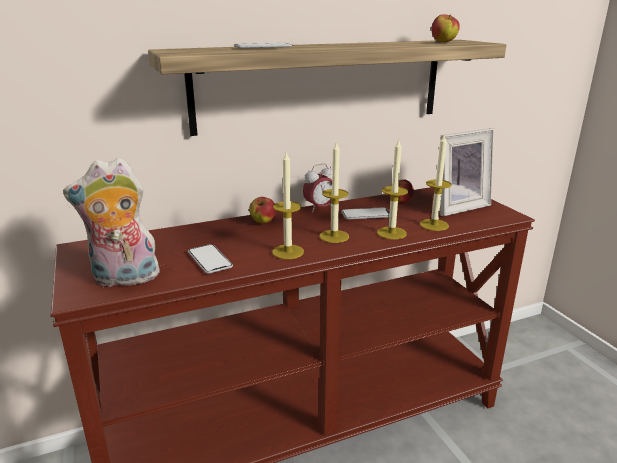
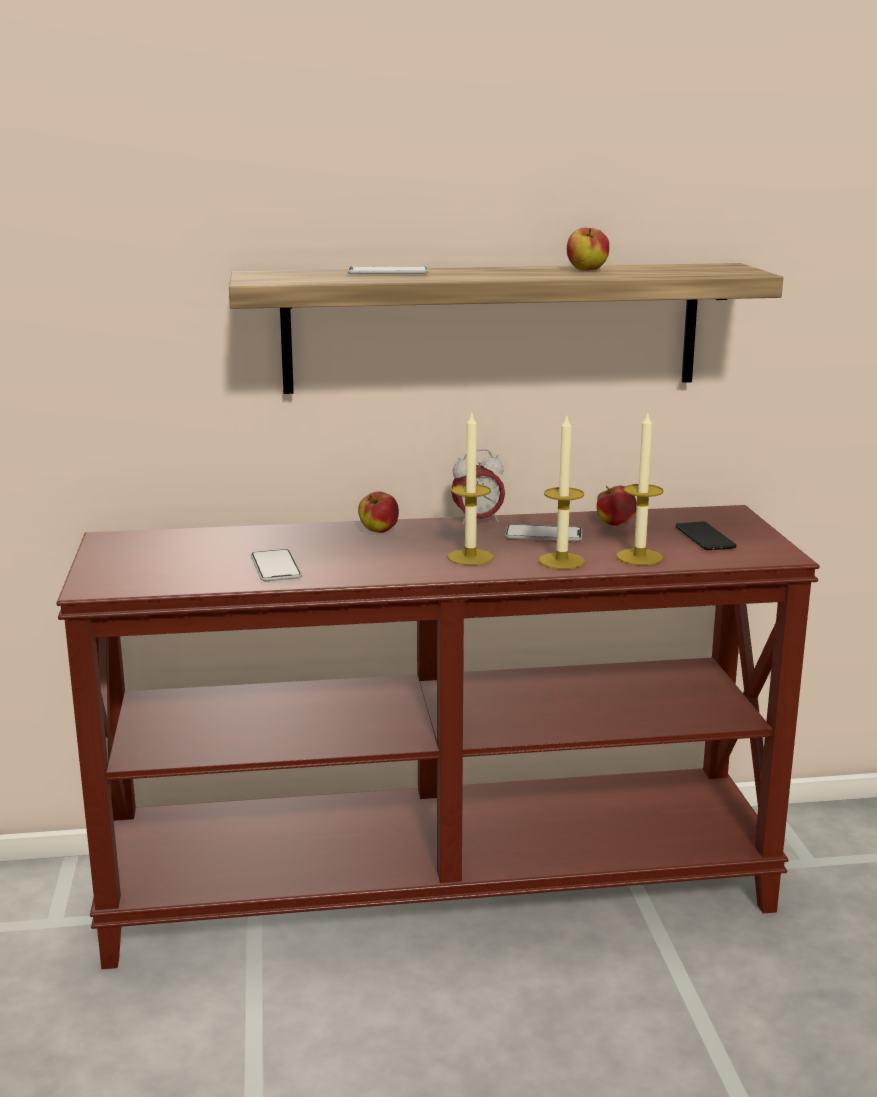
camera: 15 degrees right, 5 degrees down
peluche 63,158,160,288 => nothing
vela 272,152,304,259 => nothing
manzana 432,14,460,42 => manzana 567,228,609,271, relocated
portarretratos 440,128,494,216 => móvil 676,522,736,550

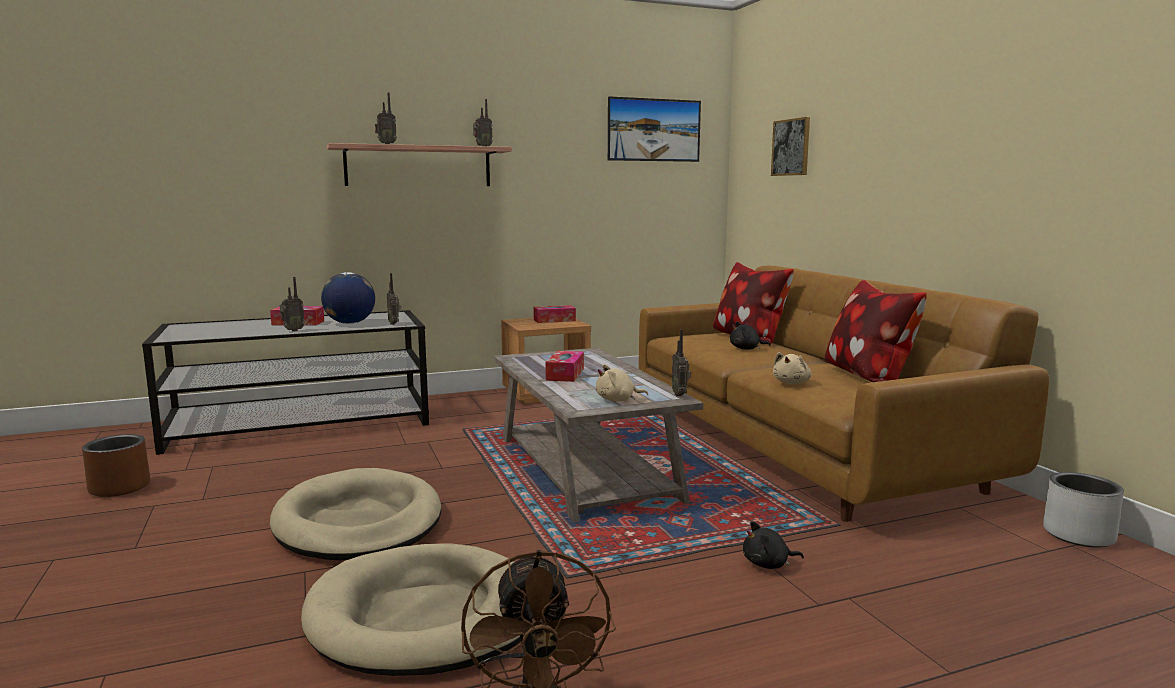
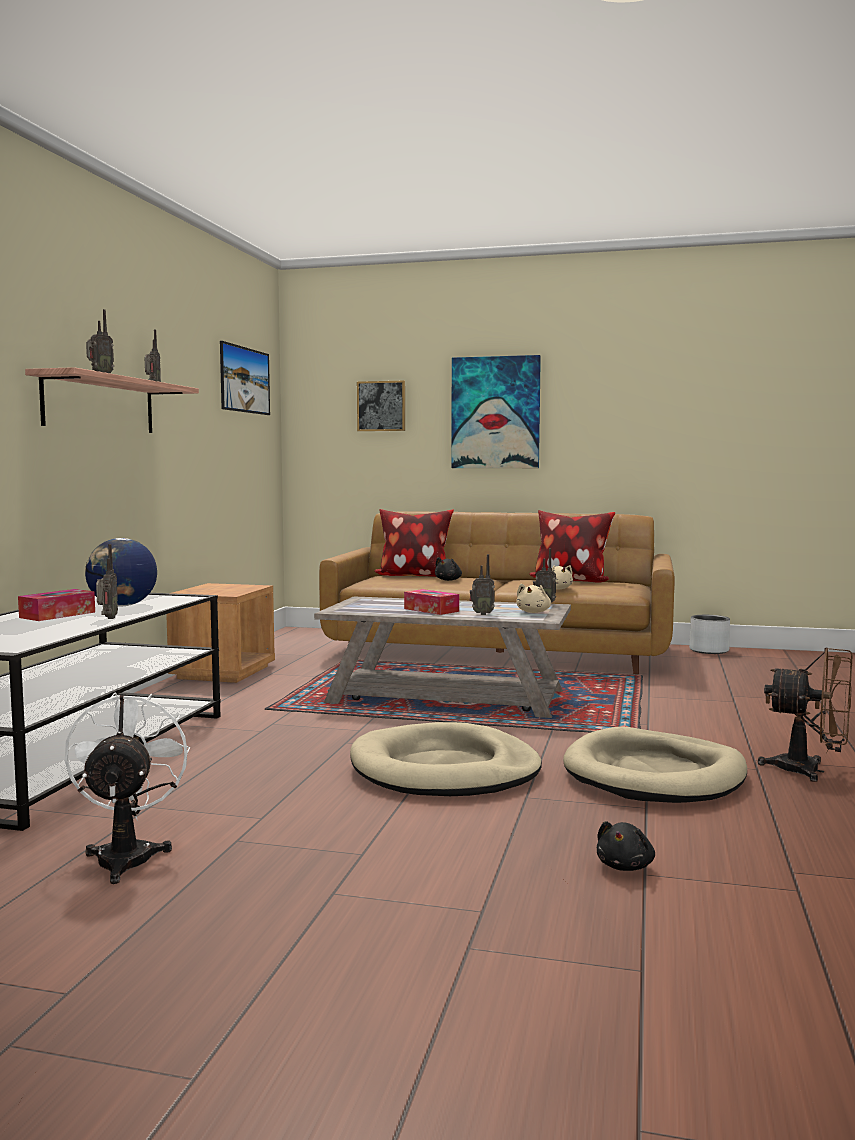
camera: 55 degrees left, 5 degrees down
maceta/marrón 82,434,150,497 => ventilador/blanco 65,693,190,884
radio 387,273,401,325 => radio 470,554,495,615, relocated
caja de pañuelos 533,305,576,323 => nothing
peluche/negro 743,521,804,569 => peluche/negro 597,821,655,871, relocated
nothing => cuadro 451,355,541,468

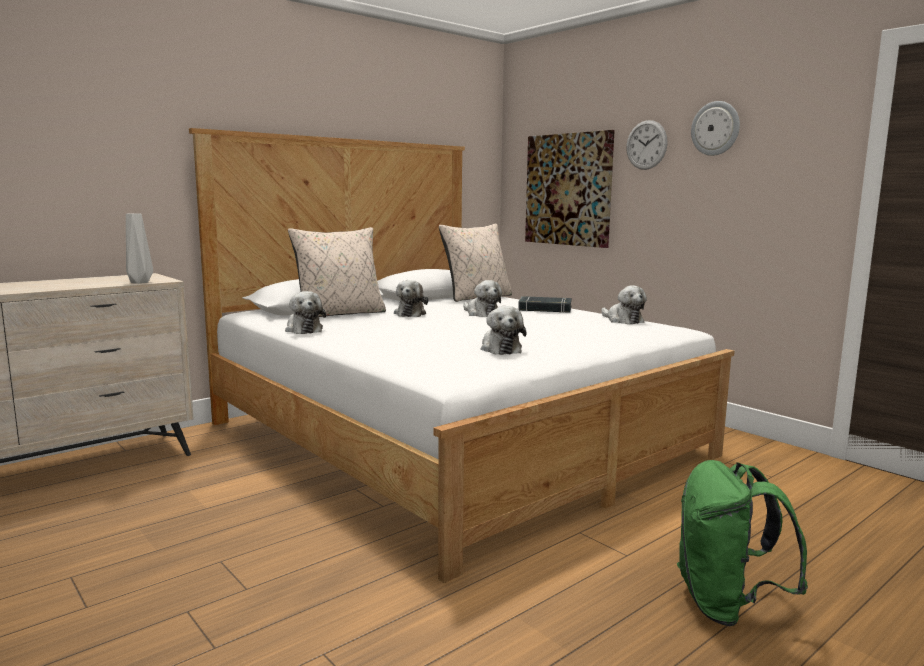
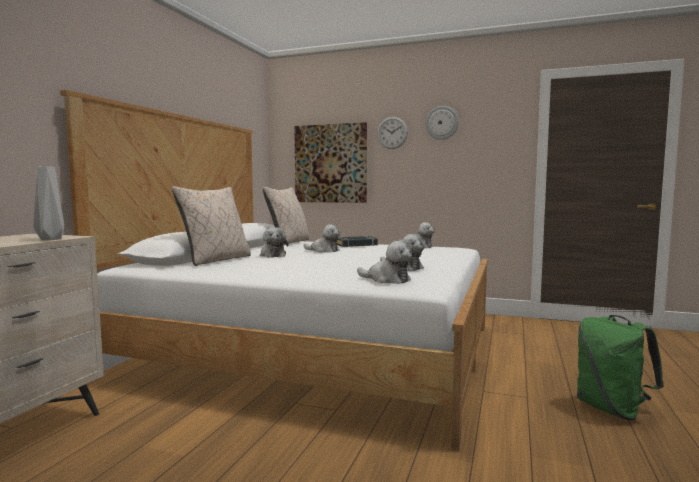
camera: 30 degrees left, 5 degrees down
peluche 285,291,326,334 => peluche 357,241,412,284, relocated

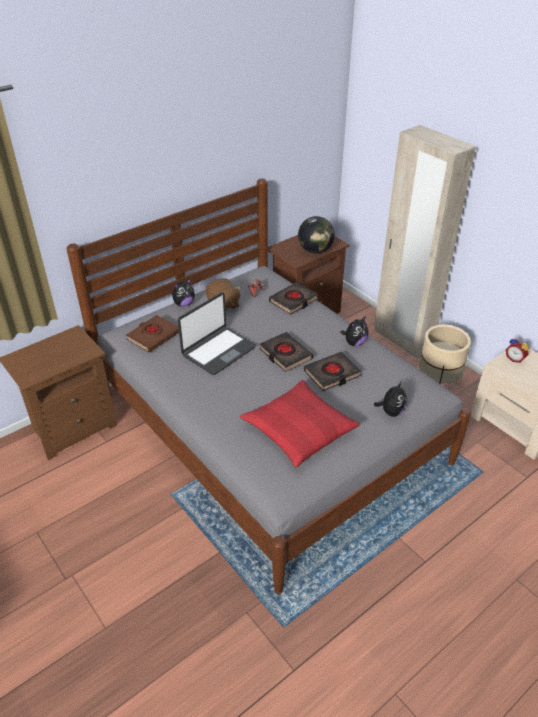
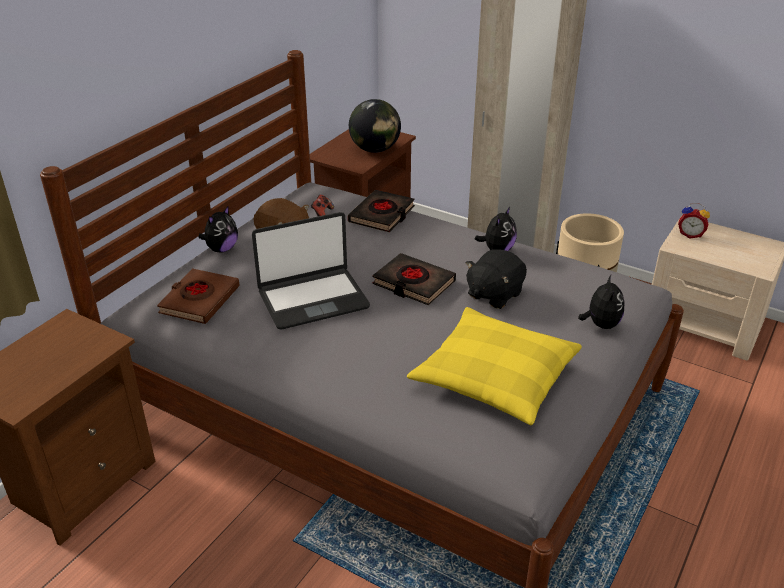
camera: 20 degrees left, 5 degrees down
portátil 178,292,256,375 => portátil 252,212,370,329, 45 degrees clockwise
cojín/rojo 240,380,360,467 => cojín/amarillo 407,307,582,425
libro/negro 304,352,361,391 => peluche/negro 466,249,527,309

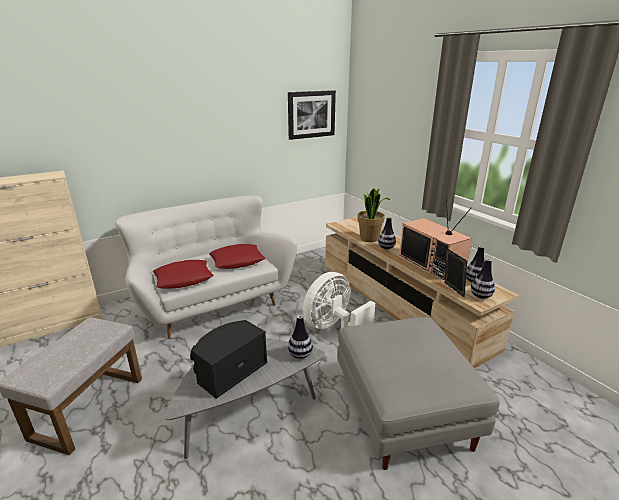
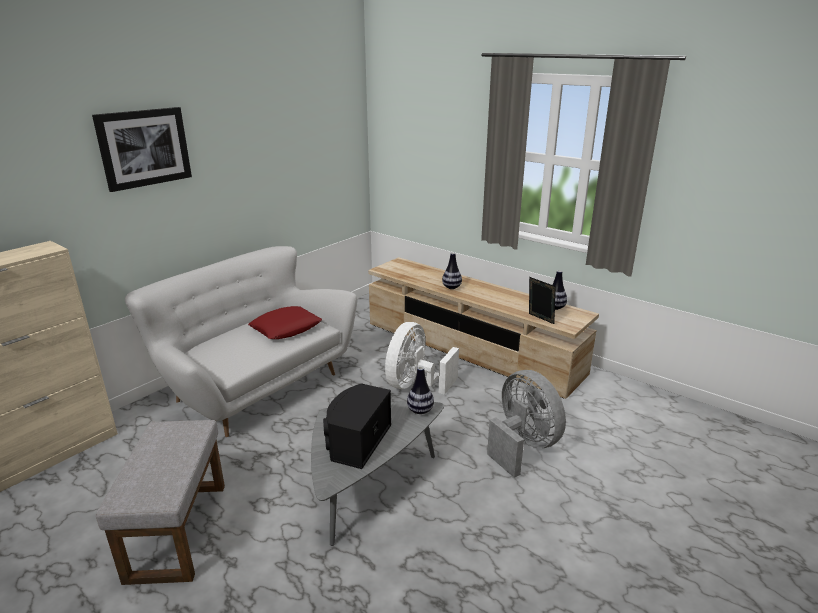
camera: 20 degrees left, 0 degrees up
cojín/rojo 153,260,213,289 => nothing
cuadro 288,90,336,140 => cuadro 92,107,192,192, relocated
puf/gris 337,317,500,470 => ventilador/gris 487,370,566,478
planta en maceta 357,188,390,242 => nothing
televisor 400,195,472,280 => nothing
florero 471,258,495,299 => nothing

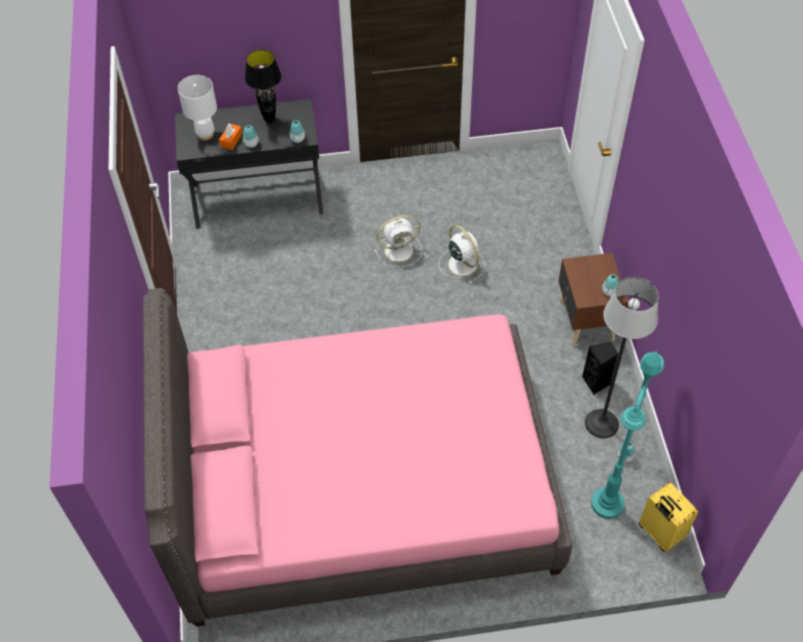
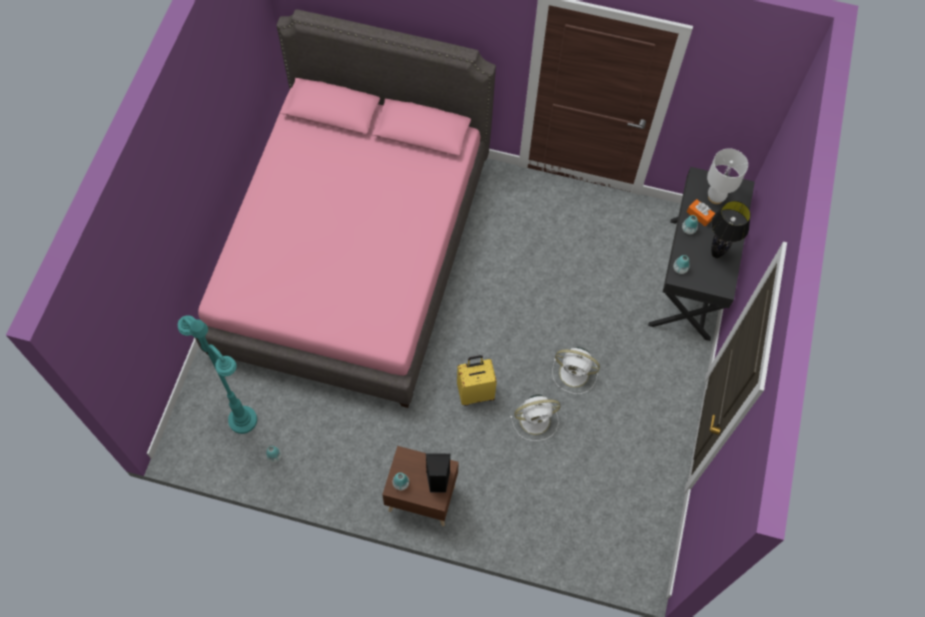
camera: 110 degrees right, 10 degrees up
ventilador/blanco 374,215,422,267 => ventilador/blanco 552,347,600,394, 75 degrees counterclockwise
altavoz/negro 582,342,618,395 => altavoz/negro 425,453,451,492, relocated
lámpara de pie 585,277,658,438 => nothing
maleta/amarillo 639,482,698,551 => maleta/amarillo 457,355,497,405, relocated

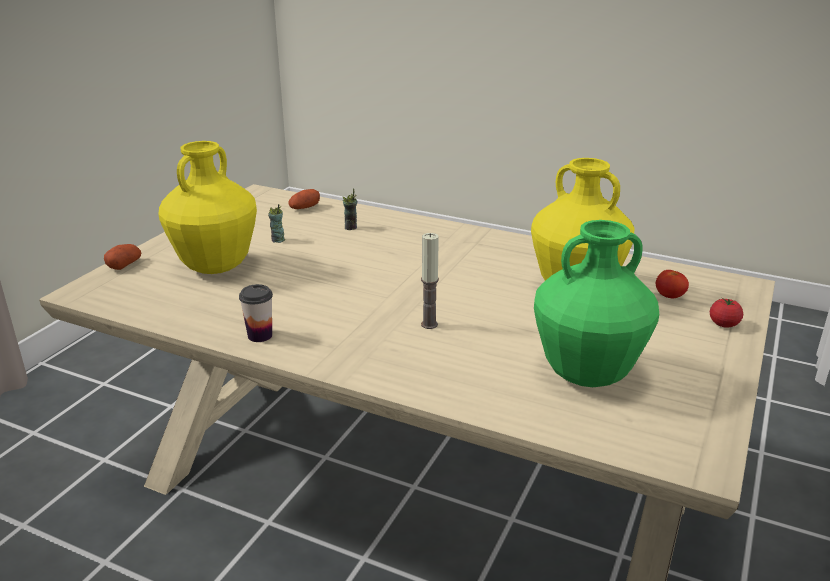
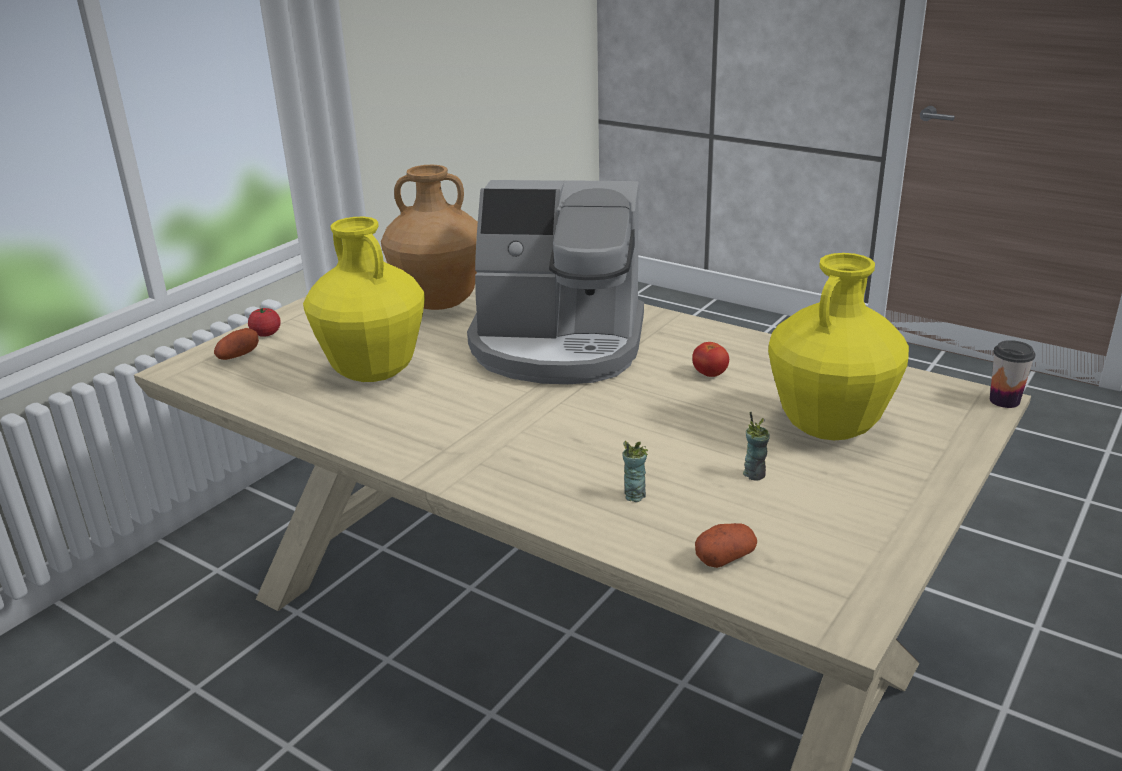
camera: 170 degrees left, 0 degrees up
patata 104,244,141,270 => patata 214,328,259,360, relocated
taza 239,284,273,342 => taza 990,340,1035,408, relocated
vela 421,233,439,329 => cafetera 467,180,644,384
florero/verde 534,220,659,387 => florero/marrón 381,165,478,310
tomate 656,270,689,298 => tomate 692,342,729,377, relocated

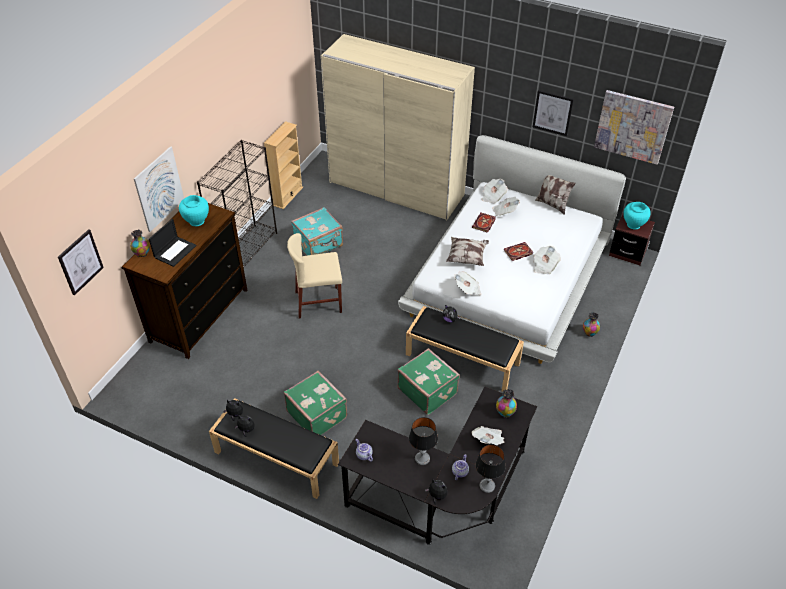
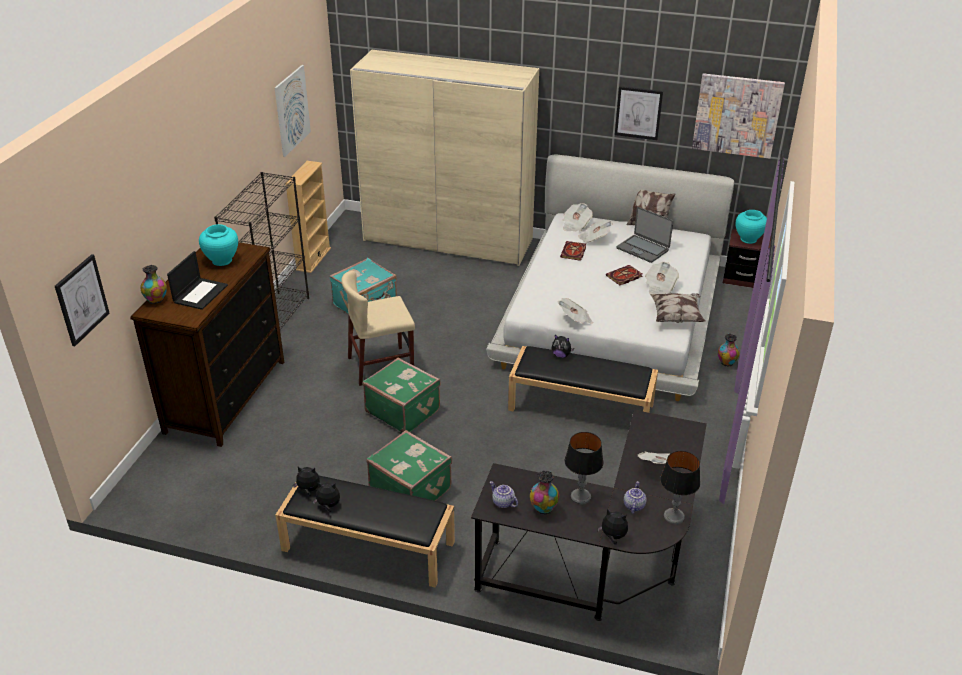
camera: 10 degrees left, 10 degrees down
cuadro 134,146,184,232 => cuadro 275,65,311,157, relocated
maleta/verde 398,348,460,415 => maleta/verde 363,358,441,433, relocated
cojín 446,237,489,266 => cojín 650,293,706,323, relocated
florero 496,389,517,418 => florero 530,471,559,515, relocated
nothing => portátil 616,207,673,263

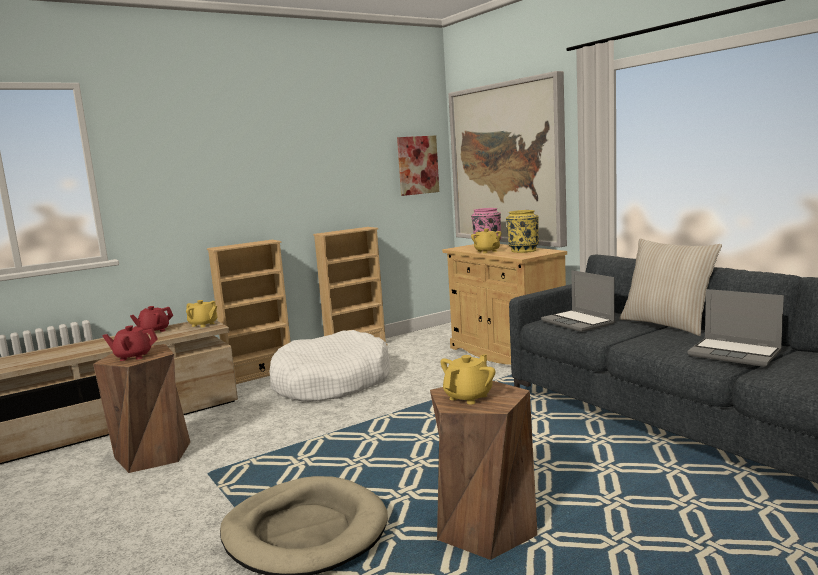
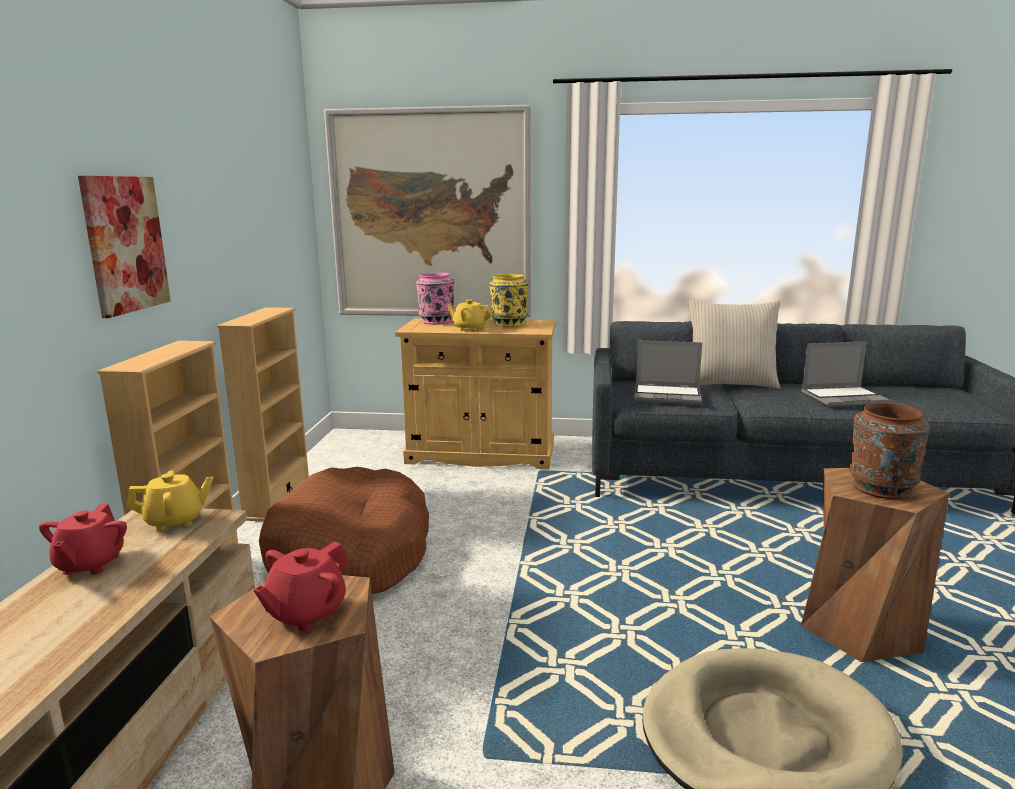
camera: 50 degrees left, 5 degrees up
cama para perro/blanco 269,330,391,402 => cama para perro/marrón 259,467,429,594
cuadro 397,136,439,196 => cuadro 78,176,171,318, relocated
tetera/amarillo 441,354,495,404 => florero/marrón 849,402,930,500

